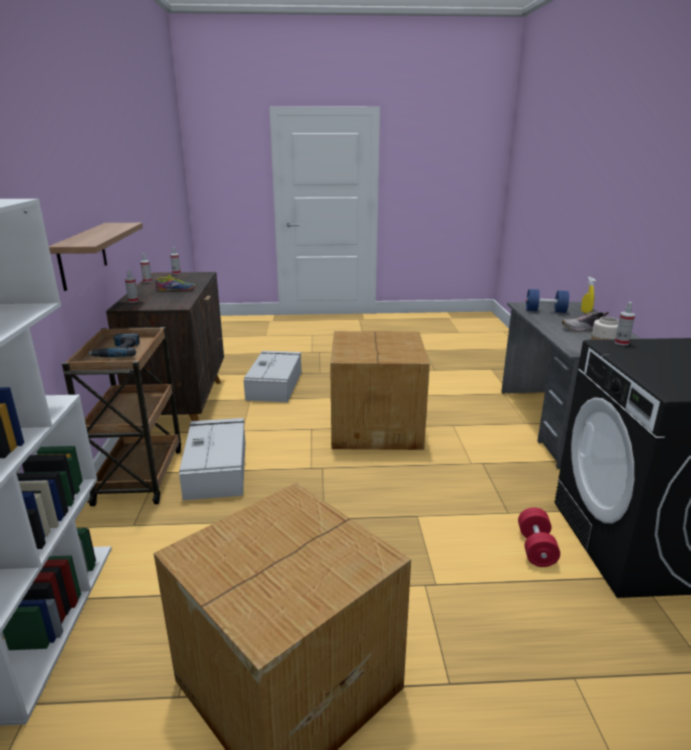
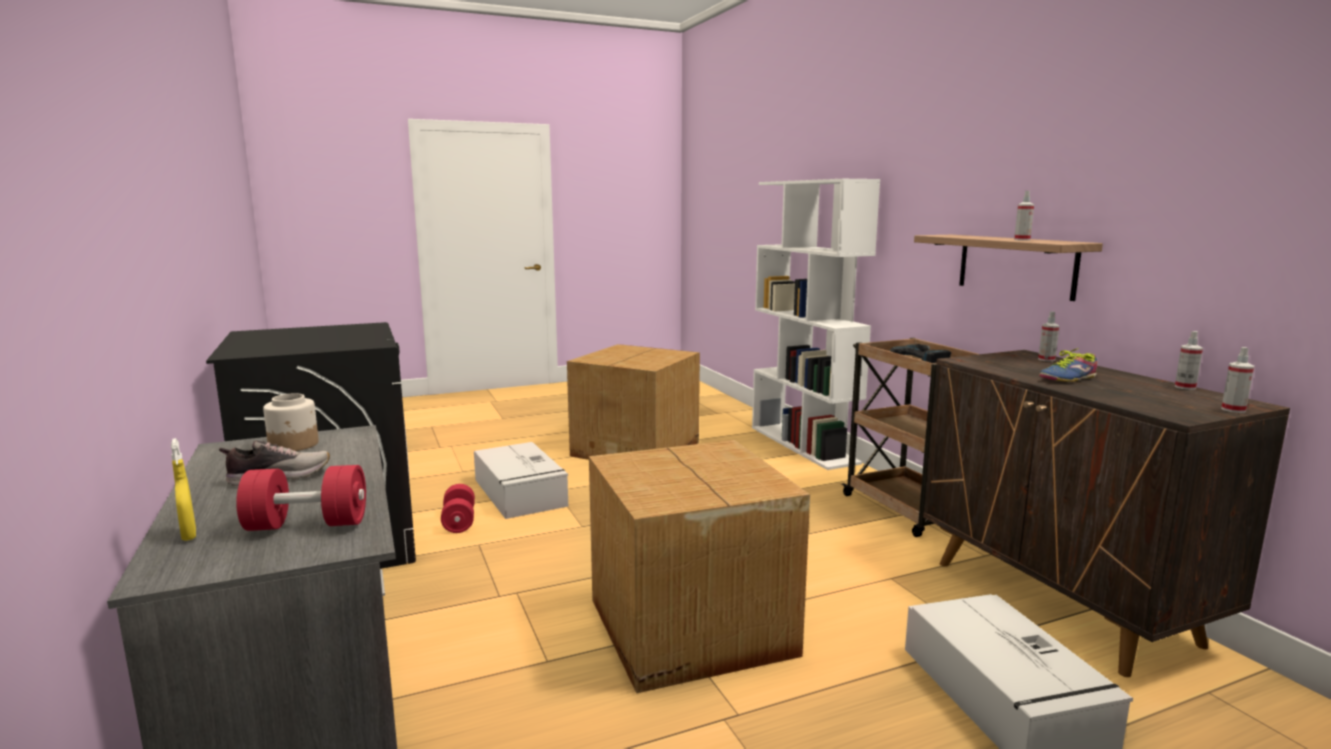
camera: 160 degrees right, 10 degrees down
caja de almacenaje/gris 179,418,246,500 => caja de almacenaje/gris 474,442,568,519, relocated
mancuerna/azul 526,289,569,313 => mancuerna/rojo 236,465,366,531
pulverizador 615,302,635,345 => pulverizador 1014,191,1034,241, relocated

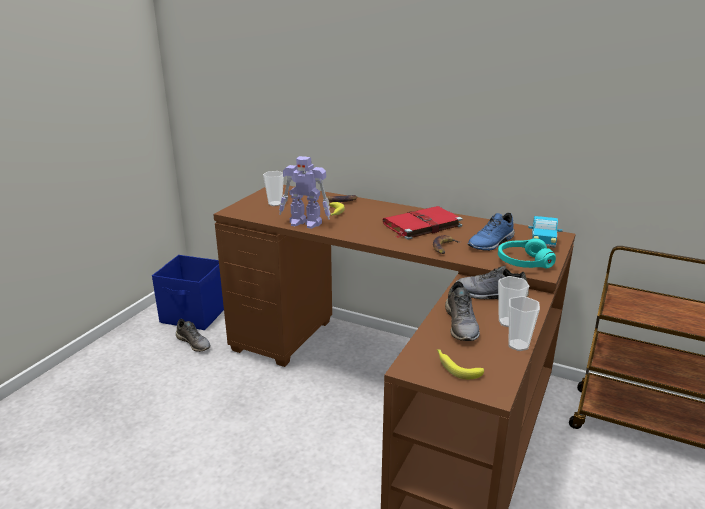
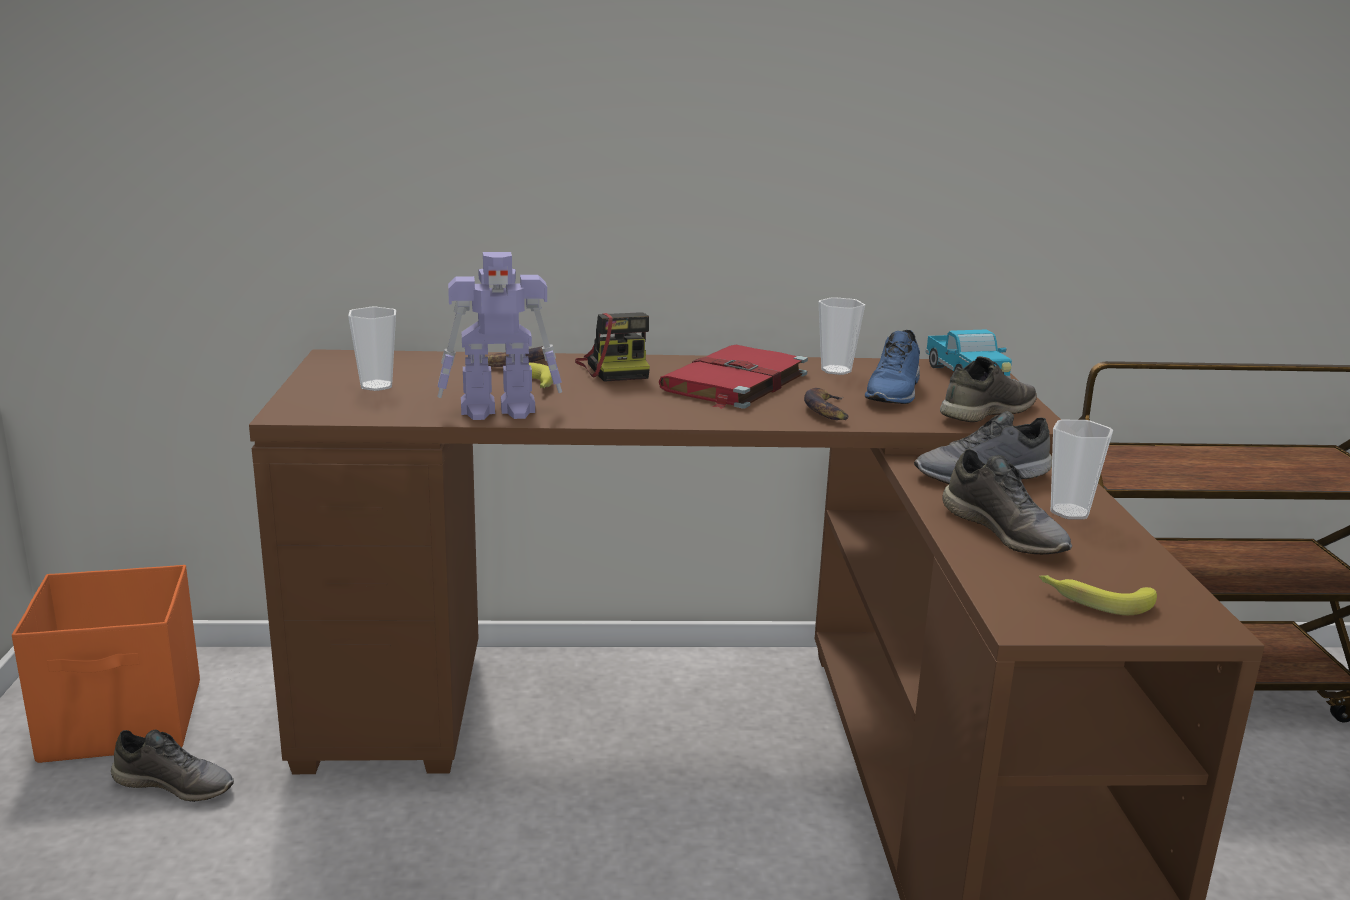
camera: 30 degrees left, 5 degrees down
caja de almacenaje/azul 152,255,224,330 => caja de almacenaje/naranja 12,565,200,763
auriculares/turquesa 498,238,556,268 => zapato/gris 940,356,1037,422
taza 509,296,540,351 => taza 819,297,865,375, relocated
nothing => cámara 575,312,650,382

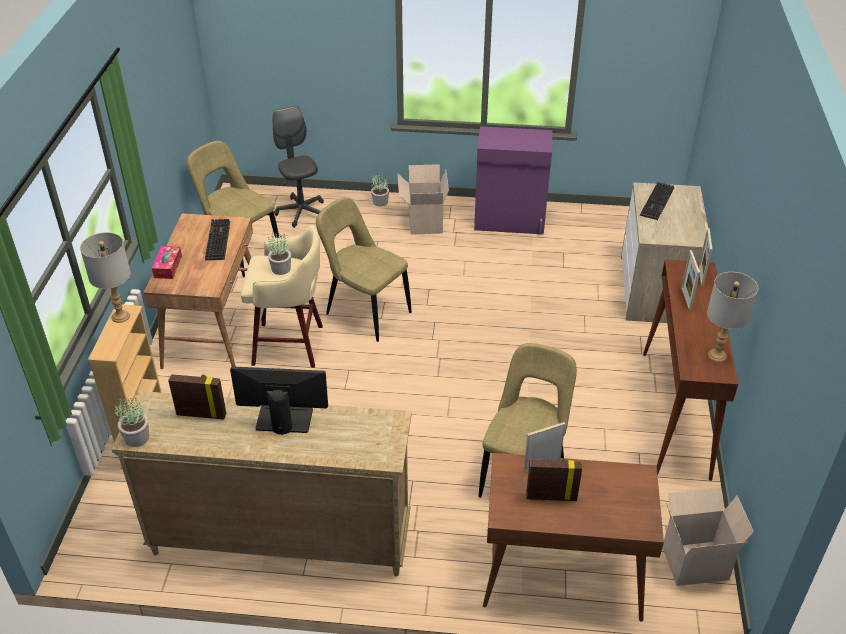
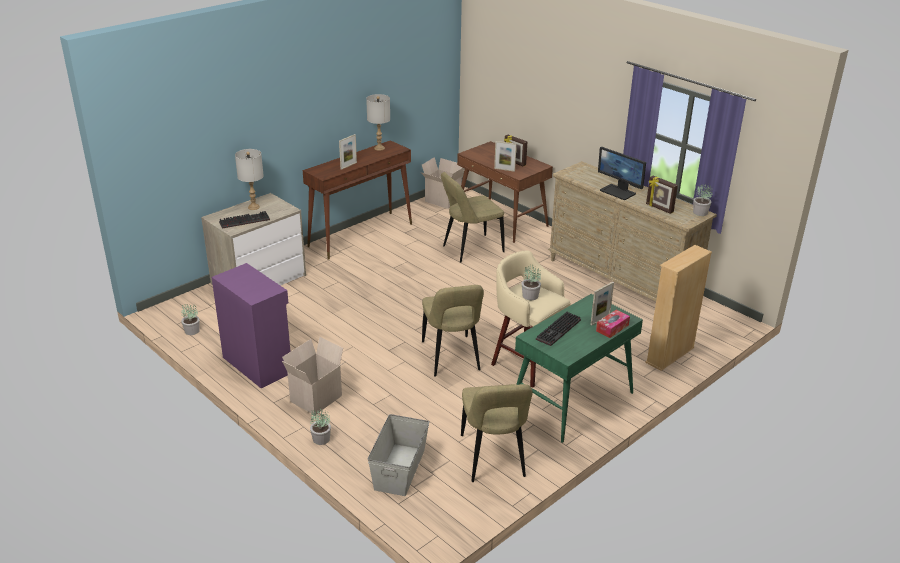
camera: 140 degrees left, 10 degrees down
lámpara de mesa/gris 80,232,131,323 => lámpara de mesa/gris 235,149,264,210, relocated
escritorio/marrón 144,213,253,369 => escritorio/verde 515,294,643,443
silla de oficina/gris 273,106,324,228 => caja de almacenaje/gris 368,414,429,496
portarretratos 699,228,712,287 => portarretratos 590,282,614,325, relocated
nothing => planta en maceta 181,304,200,335

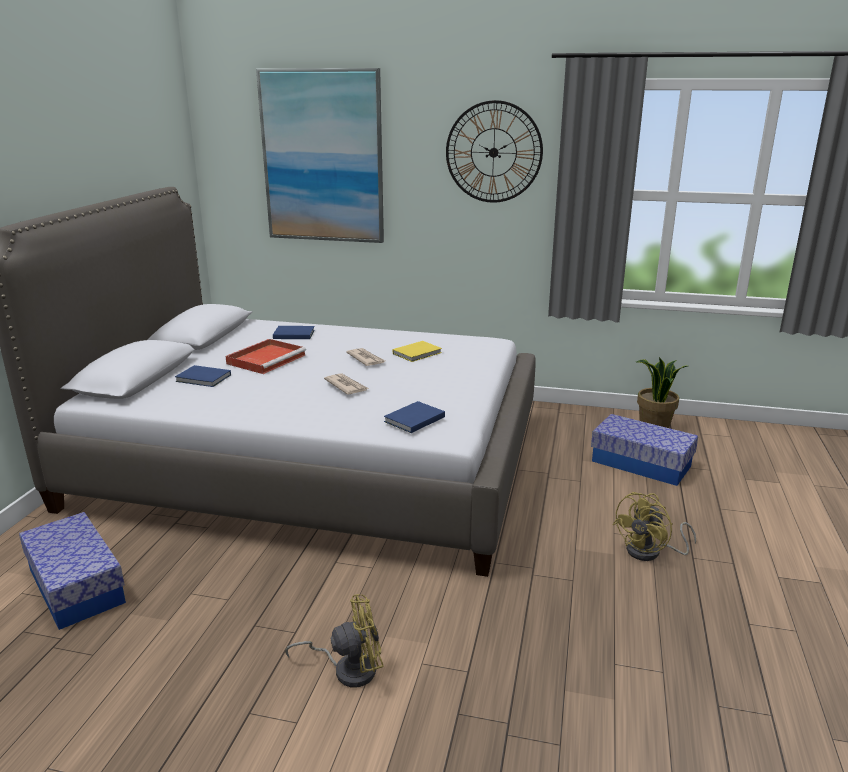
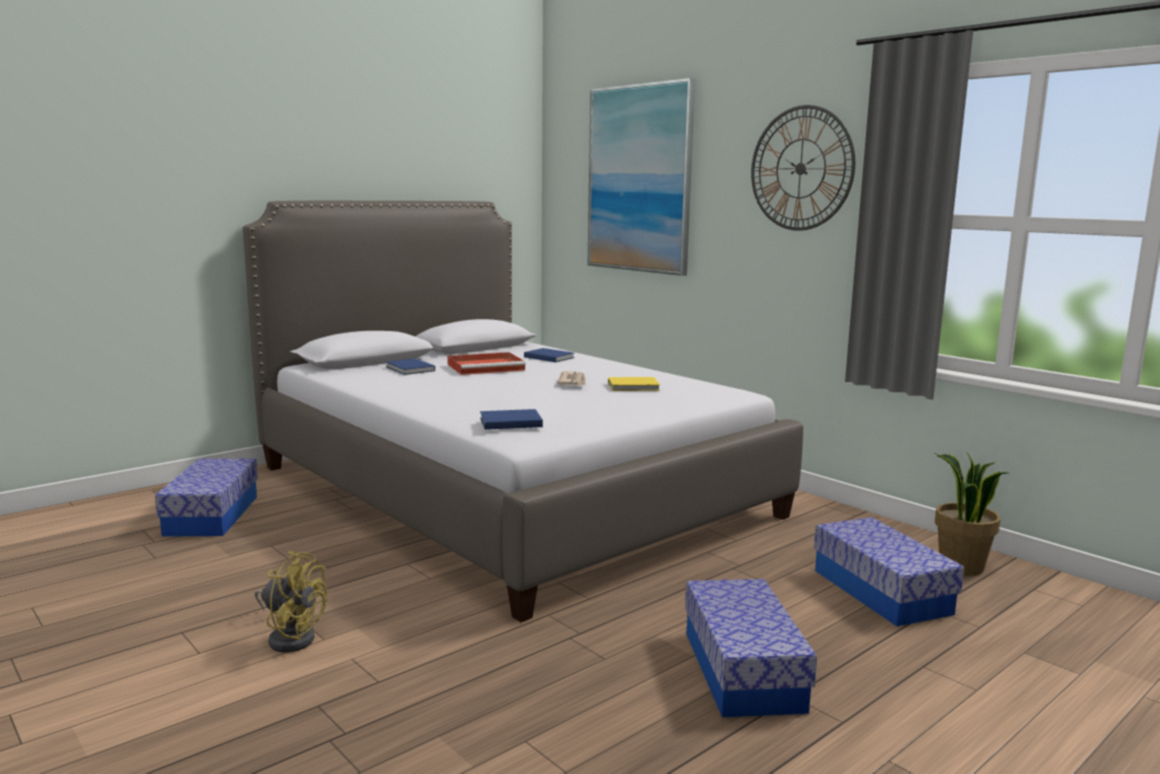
camera: 35 degrees right, 10 degrees down
periódico 324,373,369,395 => nothing
ventilador/amarillo 613,492,696,561 => caja de almacenaje 685,579,817,717

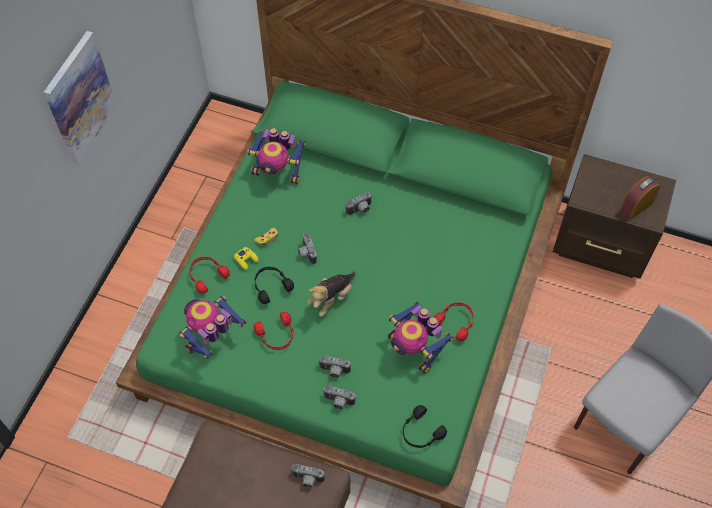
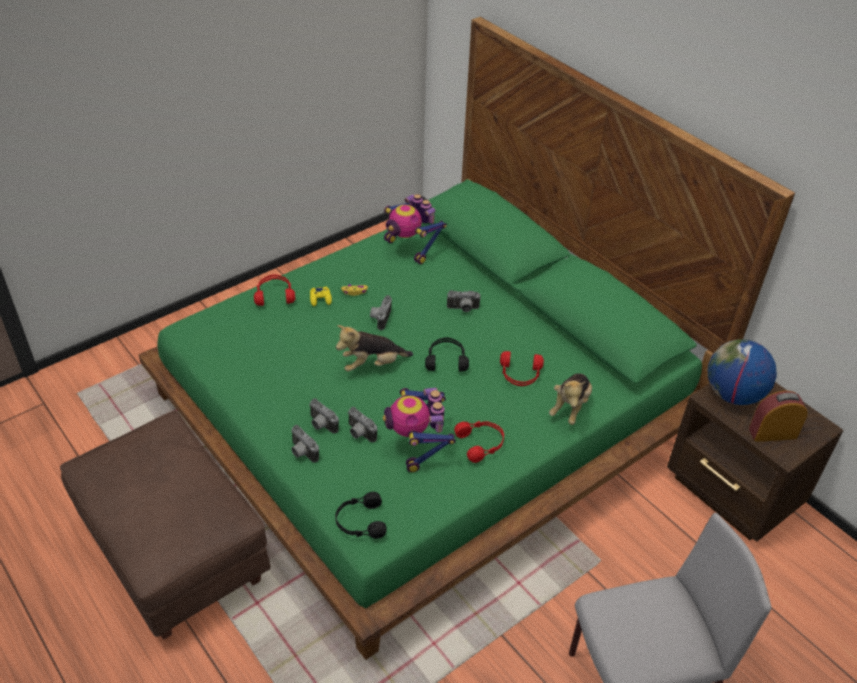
camera: 30 degrees right, 15 degrees down
cuadro 44,31,117,165 => nothing
robot de juguete 179,296,246,359 => nothing
auriculares/rojo 253,312,293,350 => auriculares/rojo 500,351,544,386, relocated
auriculares/negro 254,267,294,304 => auriculares/negro 425,337,469,372, relocated
cámara 291,464,325,488 => cámara 348,407,378,442, relocated
nothing => peluche 549,373,592,425
nothing => globo terráqueo 708,339,777,405

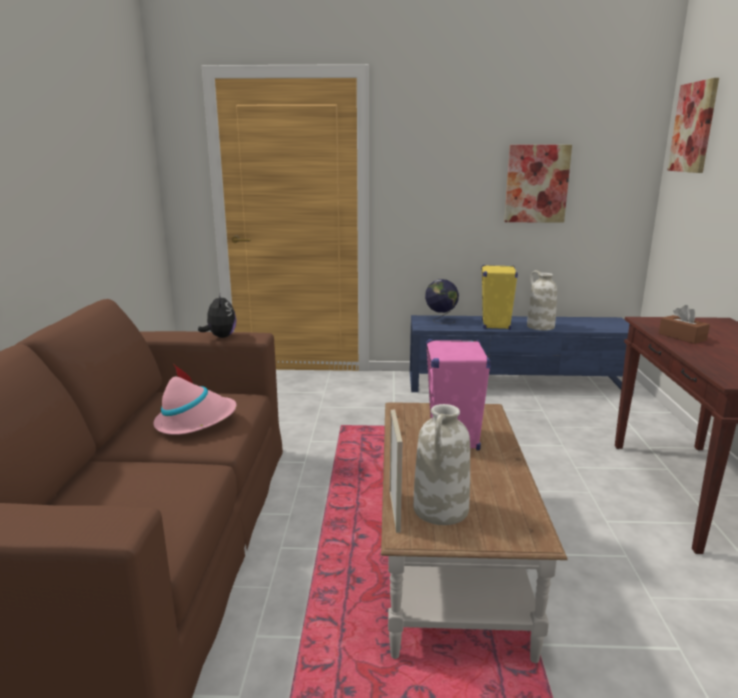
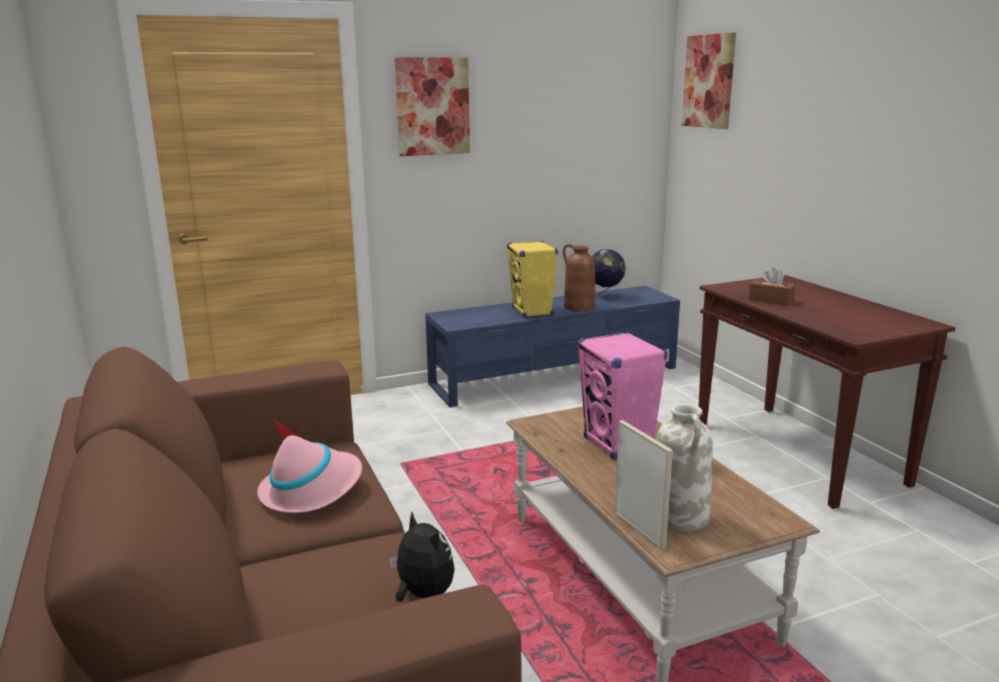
camera: 25 degrees left, 0 degrees up
peluche 198,292,236,338 => peluche 389,512,455,602, relocated
globo terráqueo 425,279,459,324 => globo terráqueo 592,249,626,299, relocated
cuadro 504,145,572,223 => cuadro 395,58,470,156, relocated
florero/blanco 527,270,557,331 => florero/marrón 563,244,595,311

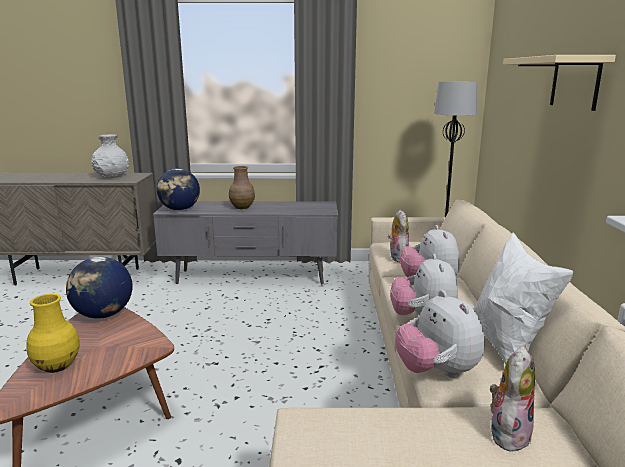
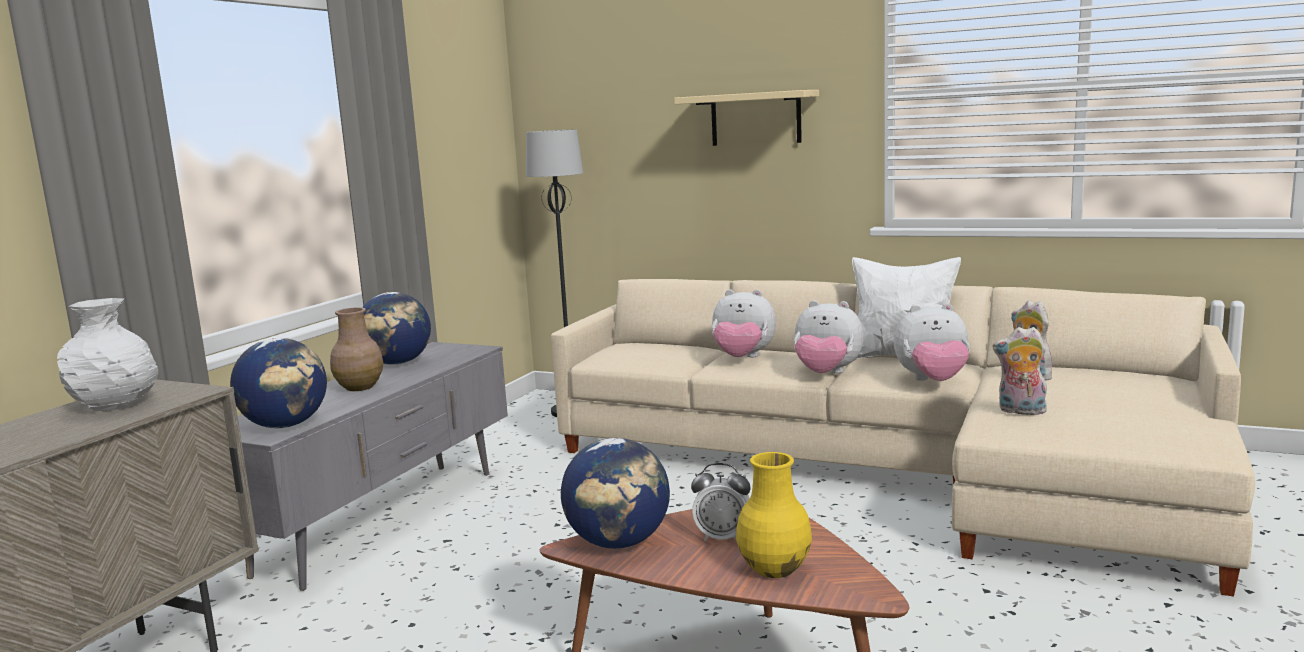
camera: 65 degrees left, 5 degrees down
peluche 388,210,409,262 => peluche 993,327,1048,415, relocated
nothing => globo terráqueo 362,292,431,365
nothing => despertador 691,463,751,541

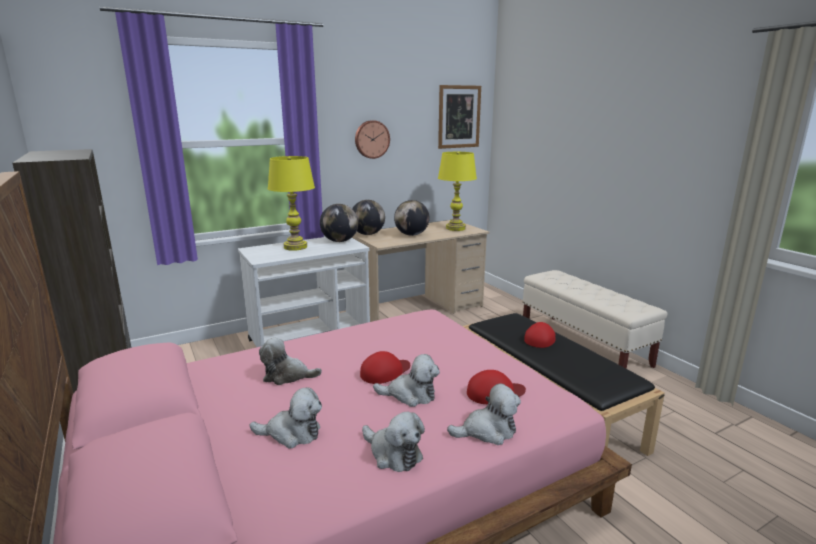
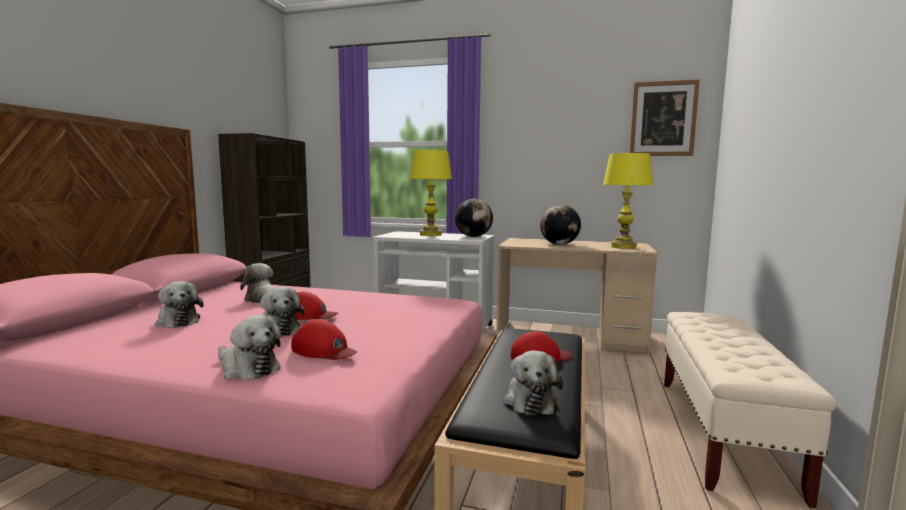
camera: 45 degrees right, 10 degrees down
globo terráqueo 352,200,385,235 => nothing
reloj de pared 355,120,390,159 => nothing
peluche 362,412,425,472 => peluche 503,350,563,415, relocated

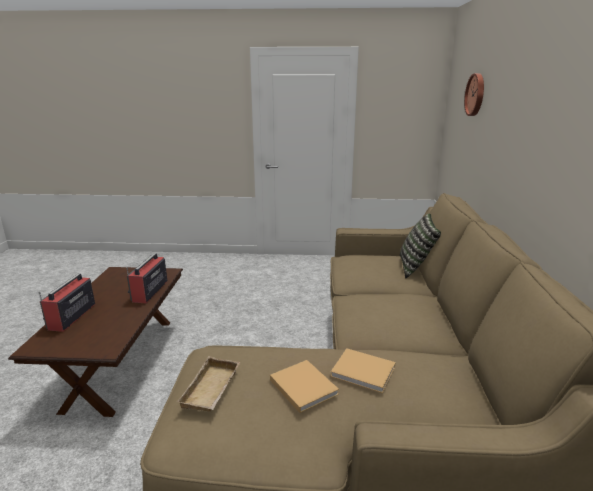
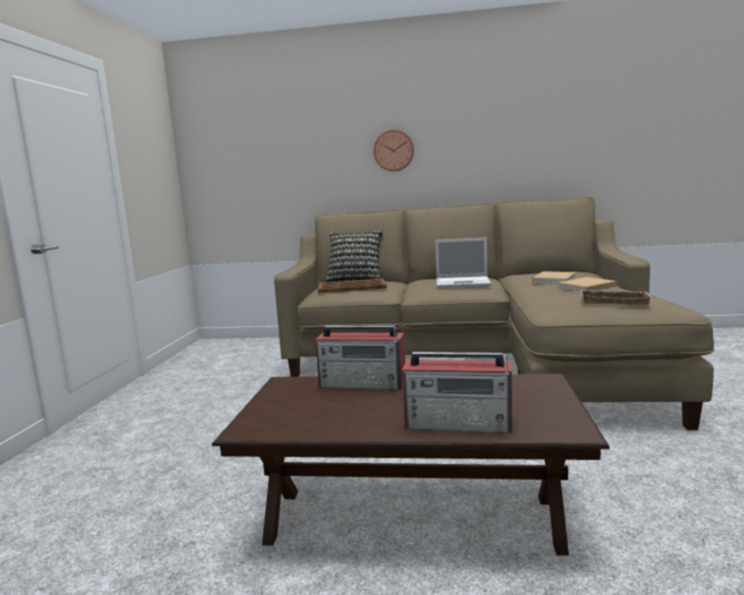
camera: 85 degrees left, 10 degrees down
reloj de pared 464,73,484,116 => reloj de pared 373,130,414,171, relocated
nothing => bandeja/marrón 318,278,387,293
nothing => portátil 435,238,492,288

